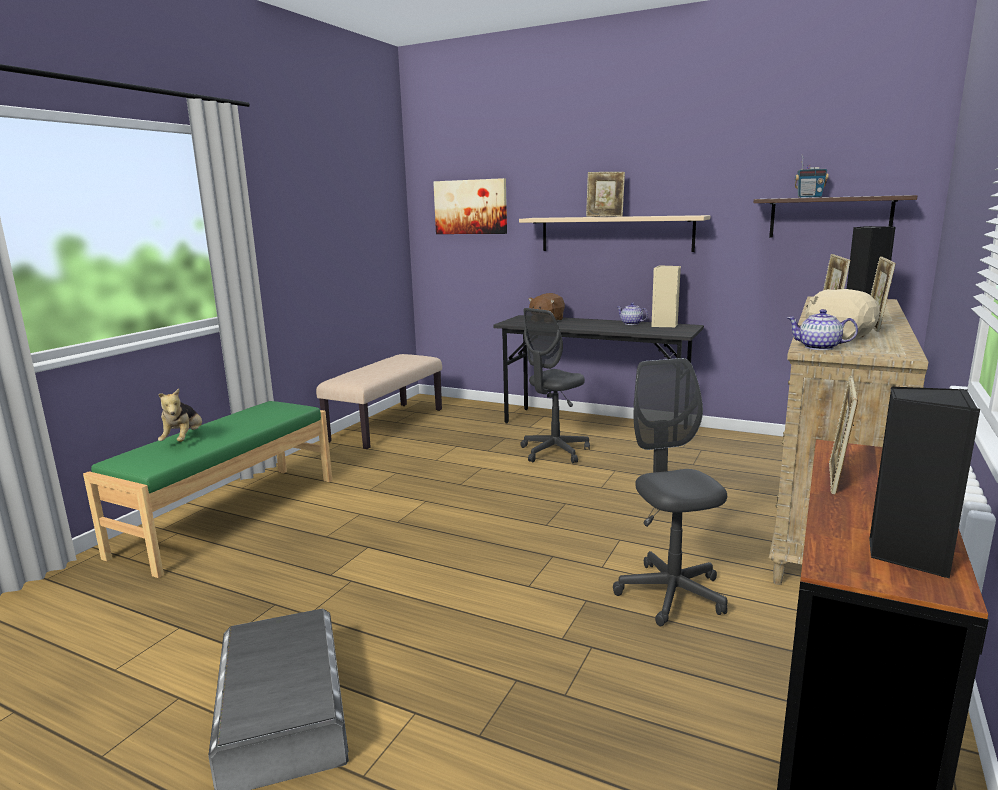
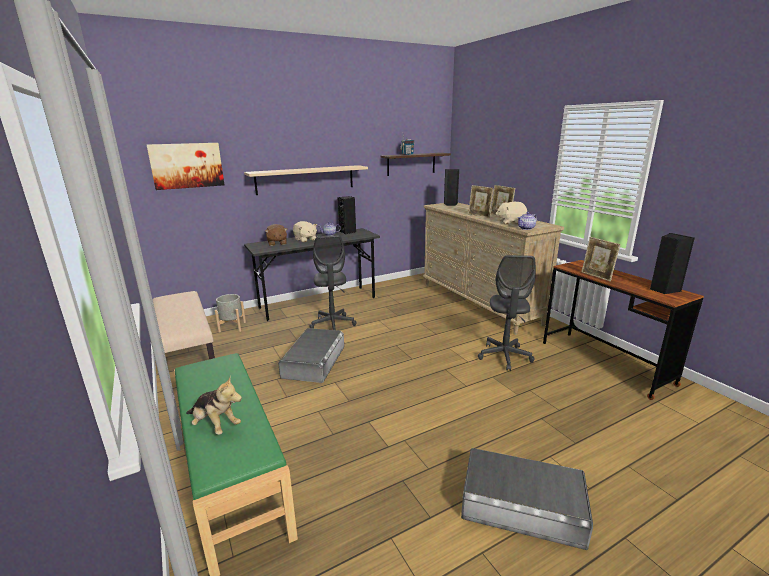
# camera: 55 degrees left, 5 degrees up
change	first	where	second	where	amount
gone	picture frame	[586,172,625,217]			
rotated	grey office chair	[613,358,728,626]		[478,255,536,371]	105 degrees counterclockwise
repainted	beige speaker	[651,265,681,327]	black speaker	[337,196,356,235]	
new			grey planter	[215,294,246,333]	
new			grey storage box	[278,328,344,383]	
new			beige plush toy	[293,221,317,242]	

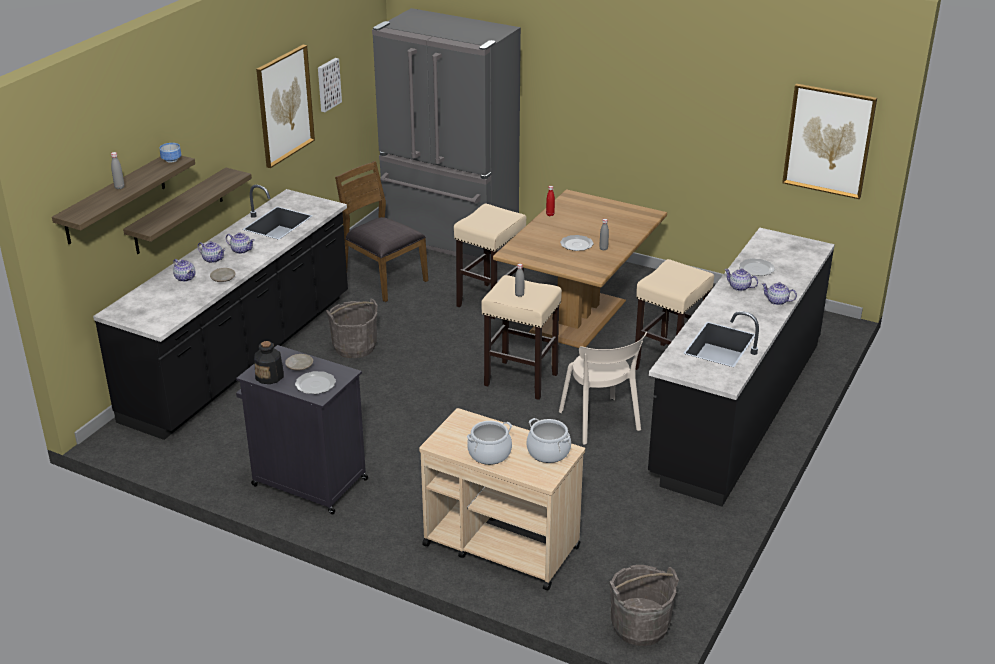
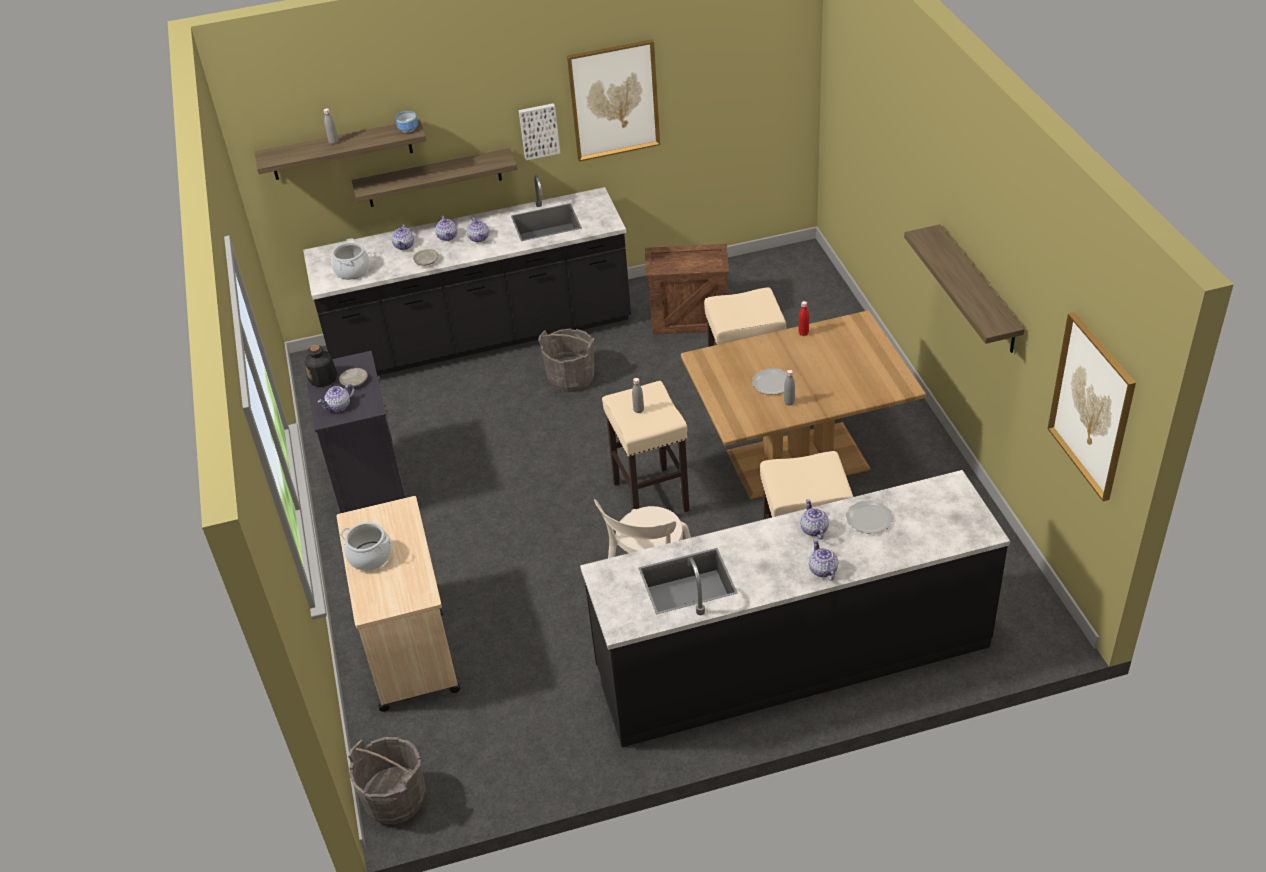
# camera: 50 degrees right, 10 degrees up
change	first	where	second	where	amount
swapped	plate	[295,371,336,394]	teapot	[318,384,355,412]	
shifted	picture	[318,58,342,112]		[519,103,560,160]	
swapped	brown chair	[335,161,428,302]	crate	[645,244,729,335]	
gone	grey fridge	[372,8,521,266]			
shifted	cooking pot	[527,418,571,463]		[331,239,370,280]	
new			shelf	[904,224,1025,353]	

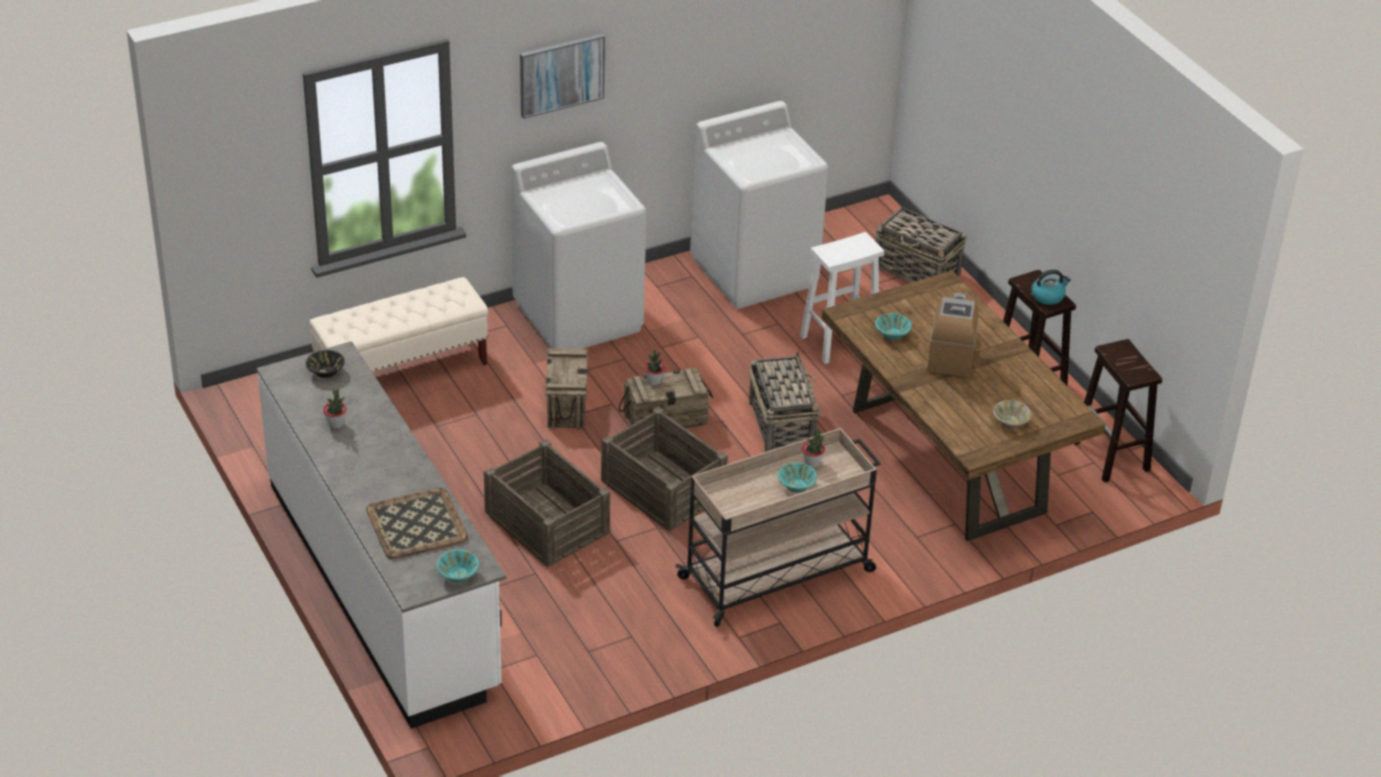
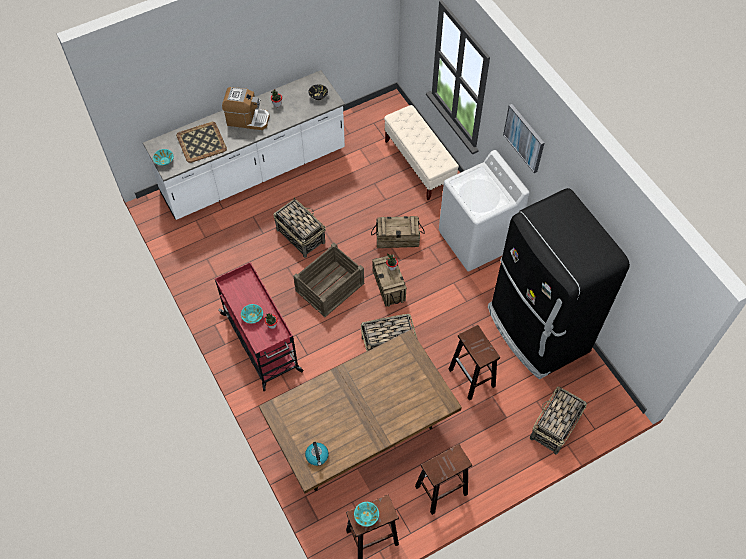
# camera: 90 degrees right, 20 degrees up
change	first	where	second	where	amount
swapped	crate	[484,439,610,567]	basket	[273,197,326,258]	
repainted	beige cart	[675,428,881,627]	red cart	[215,262,304,391]	
swapped	white washing machine	[690,101,829,309]	black fridge	[488,188,630,379]	
repainted	white stool	[800,232,884,364]	brown stool	[449,325,500,401]	
shifted	turquoise bowl	[875,313,912,340]		[354,502,379,527]	
shifted	coffee machine	[927,293,978,377]		[222,87,270,130]	
gone	beige bowl	[993,400,1031,429]			
shifted	kettle	[1031,270,1071,305]		[305,442,329,466]	

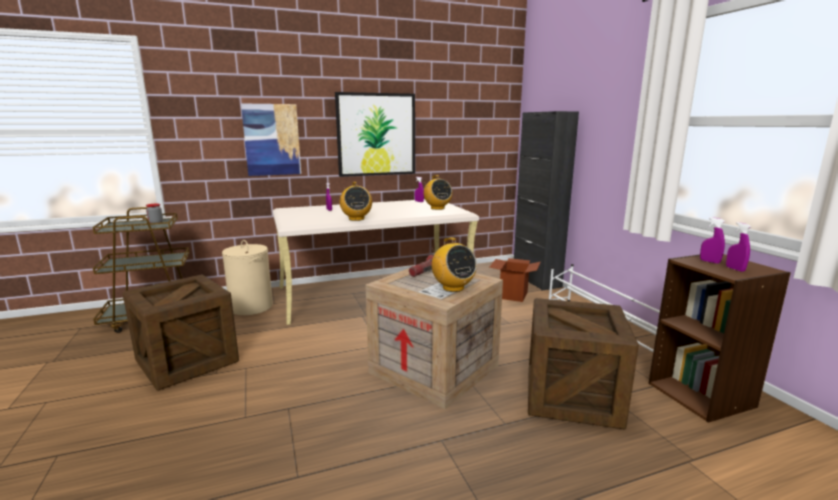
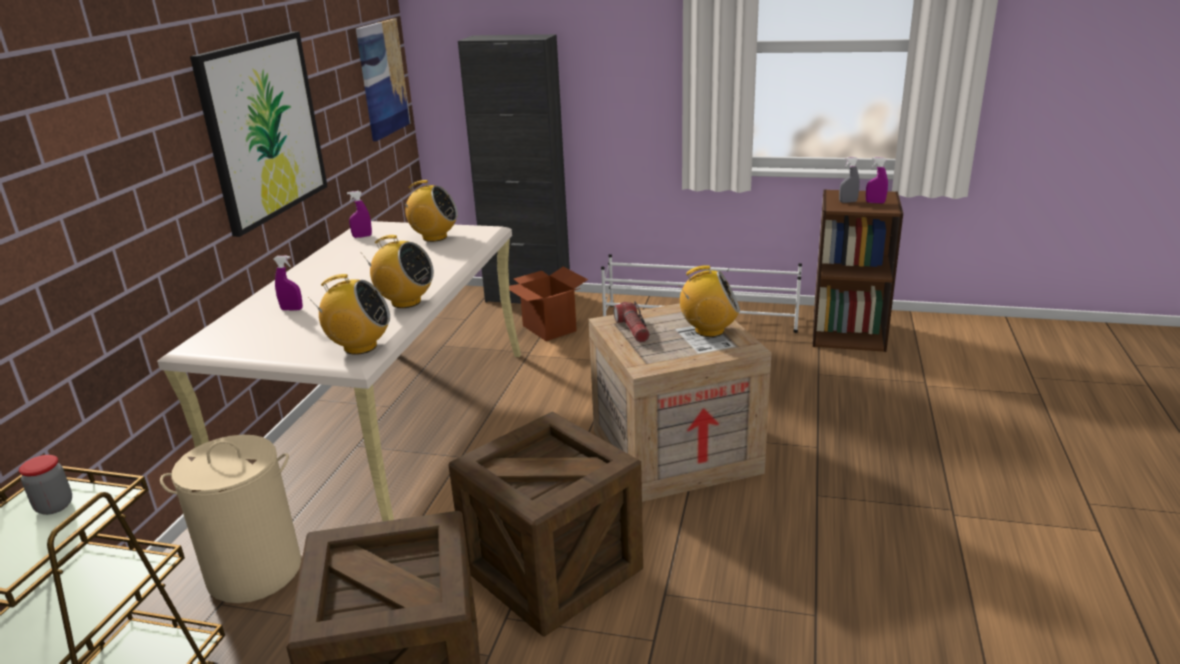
# camera: 55 degrees left, 10 degrees up
change	first	where	second	where	amount
shifted	picture	[241,103,301,176]		[356,19,410,141]	
shifted	crate	[528,298,639,429]		[449,411,643,637]	
repainted	purple spray bottle	[700,217,725,264]	grey spray bottle	[839,157,860,203]	
new			radio	[308,274,390,355]	

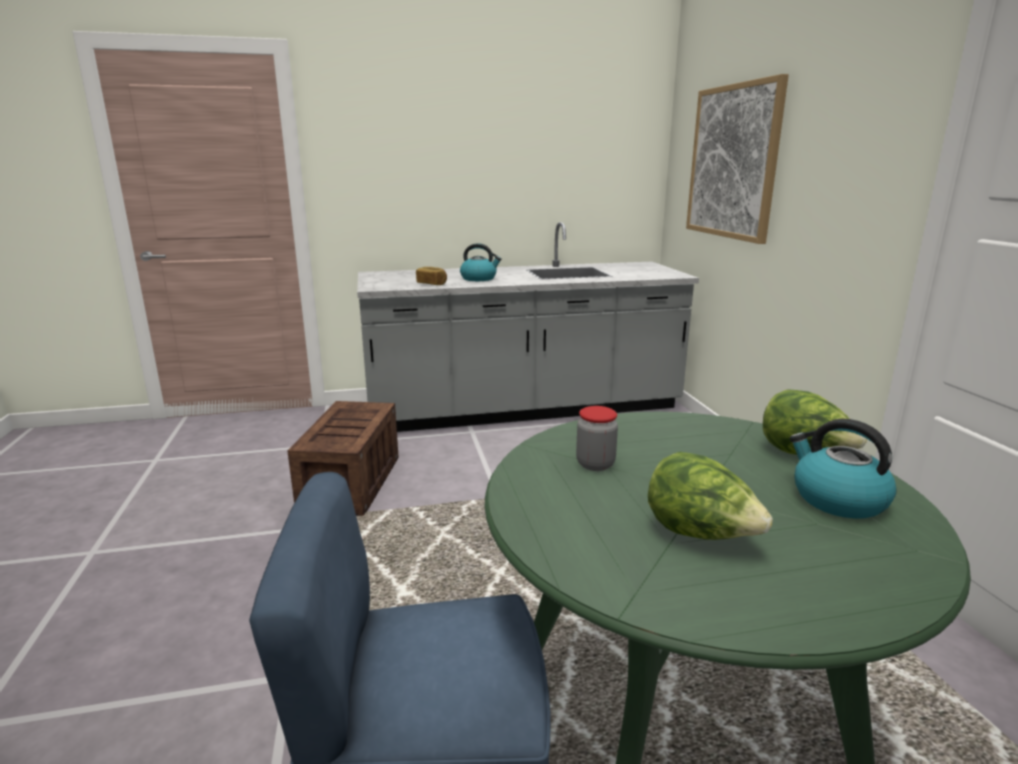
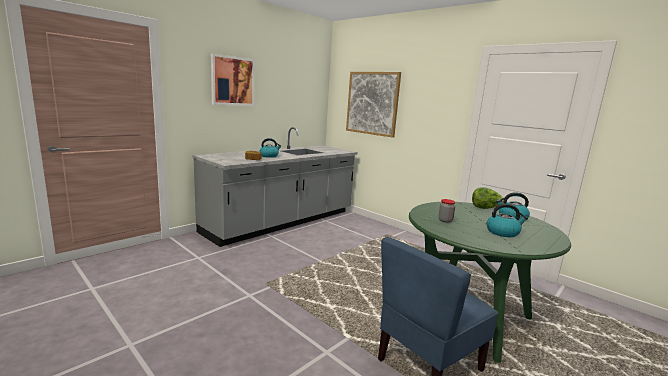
# camera: 35 degrees left, 5 degrees down
change	first	where	second	where	amount
gone	crate	[287,401,399,516]			
swapped	lettuce	[648,452,773,540]	kettle	[487,203,528,237]	
new			picture	[211,54,255,106]	

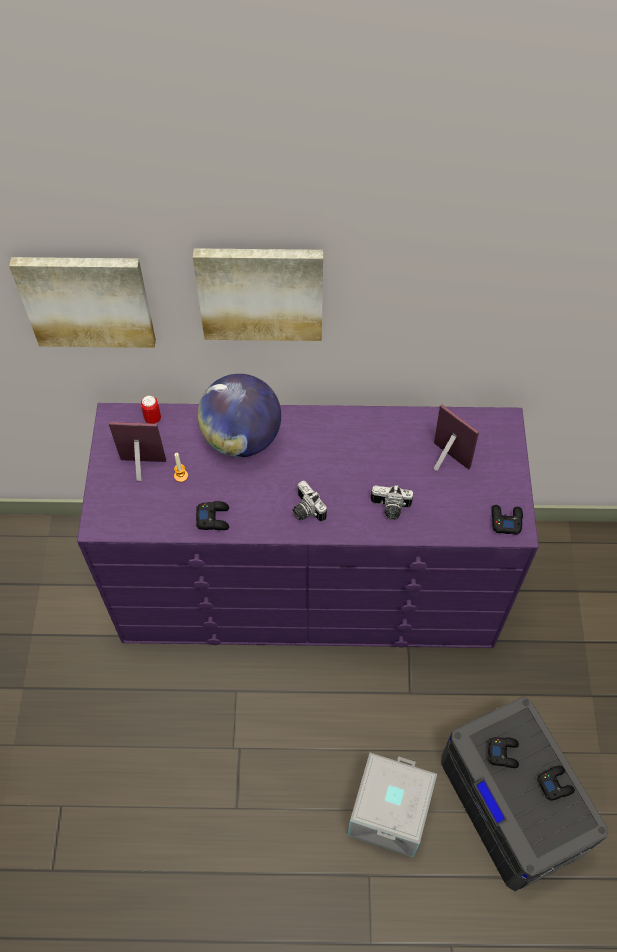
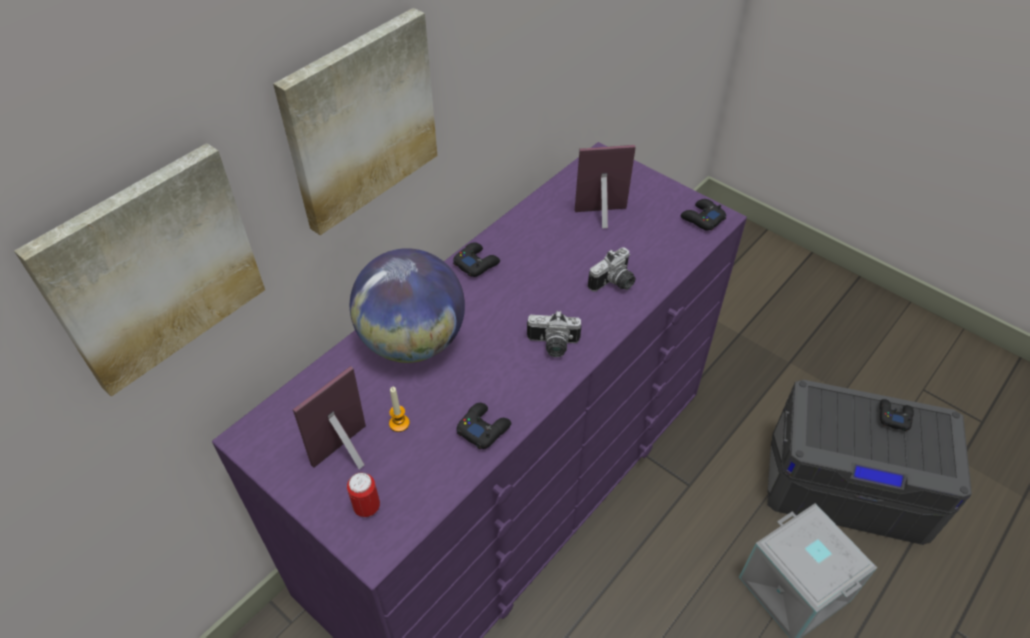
# camera: 50 degrees left, 10 degrees down
change	first	where	second	where	amount
shifted	can	[141,395,161,424]		[347,472,380,517]	
shifted	black game controller	[488,737,519,768]		[453,242,500,277]	

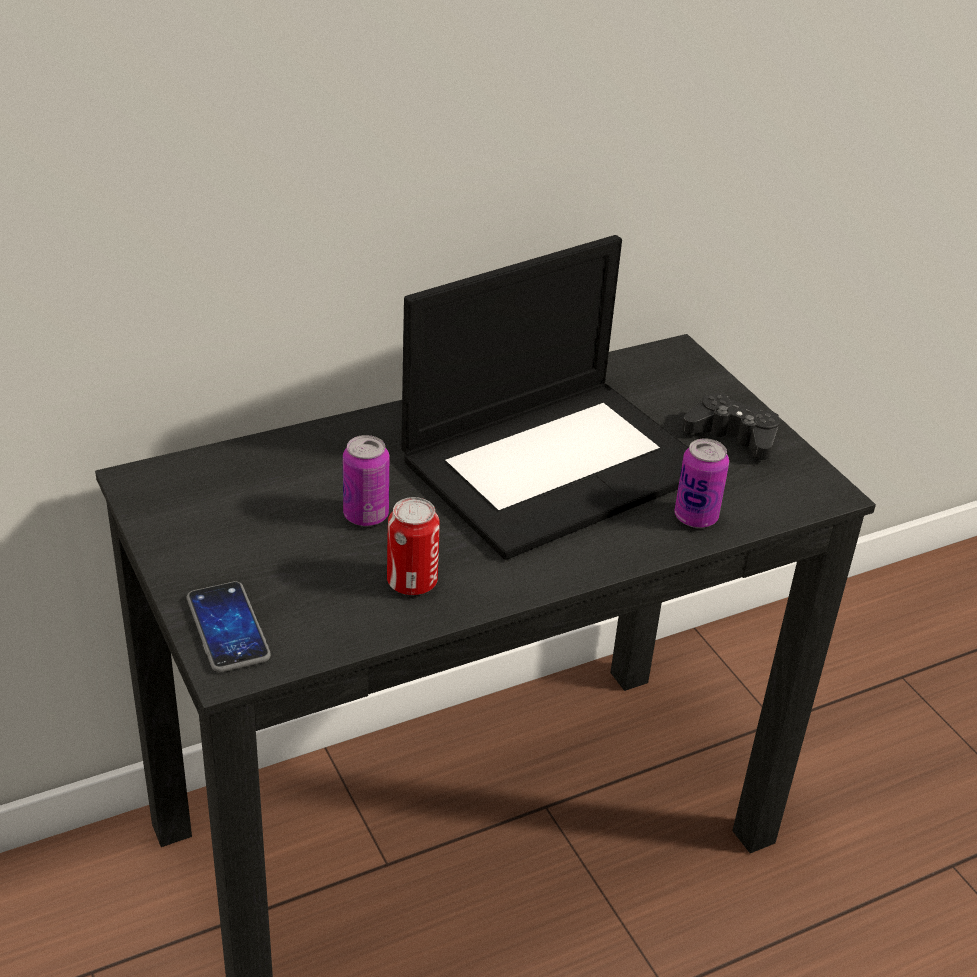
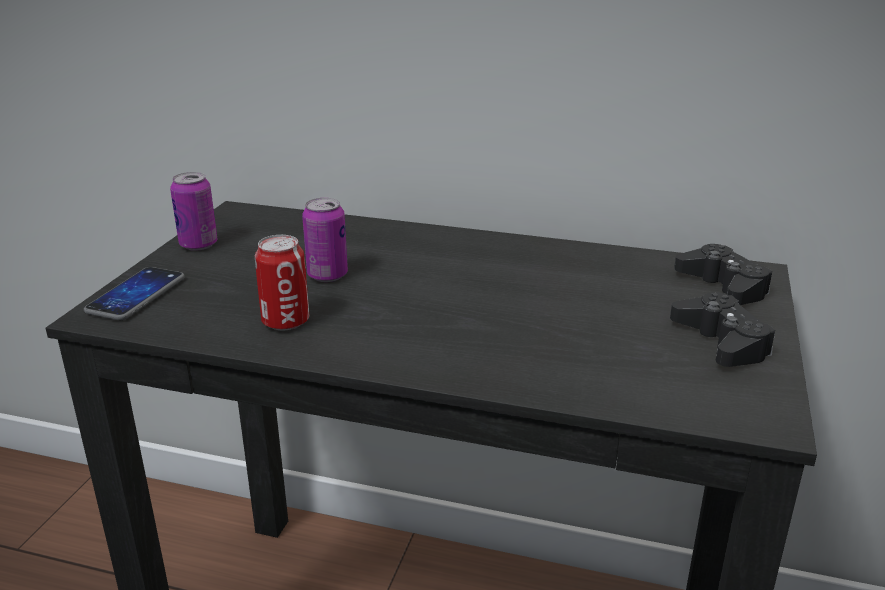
# camera: 45 degrees right, 10 degrees down
change	first	where	second	where	amount
gone	laptop	[401,235,689,560]			
shifted	can	[674,438,729,528]		[170,172,217,251]	
new			black game controller	[674,244,772,305]	

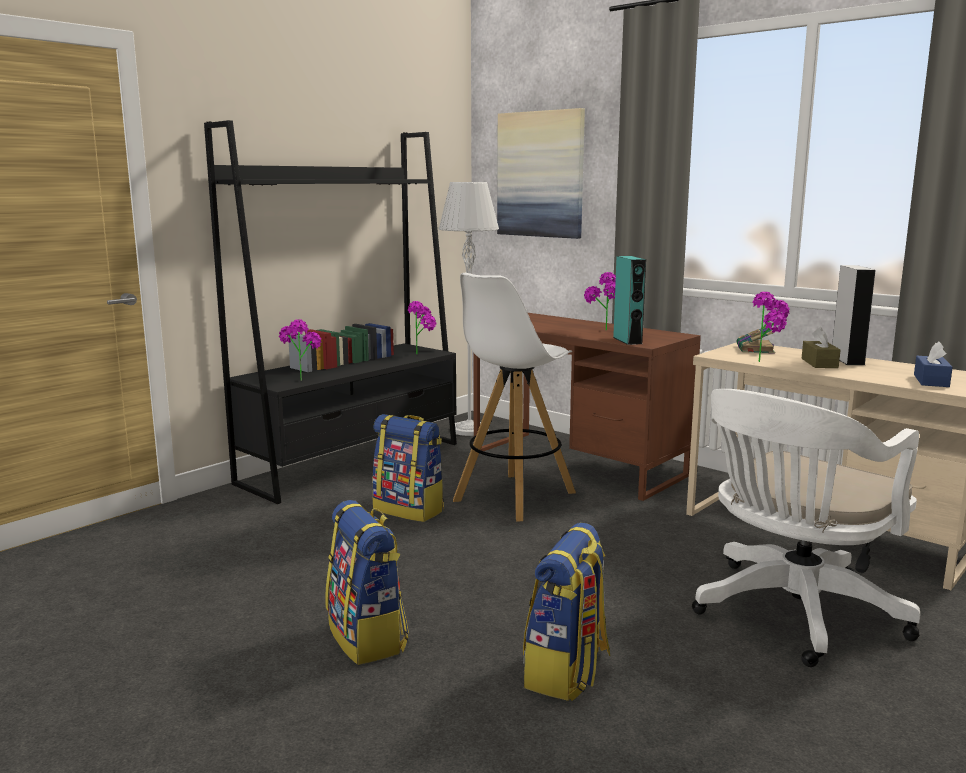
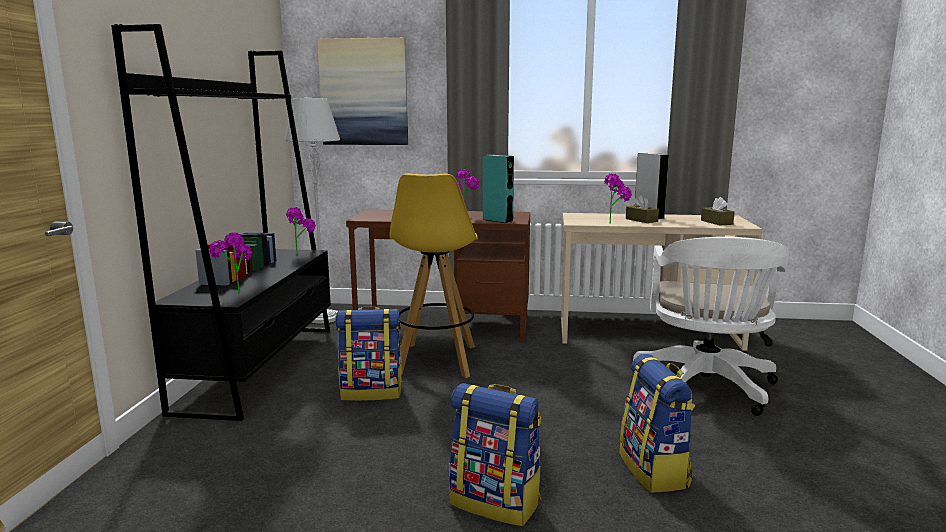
# camera: 35 degrees left, 0 degrees up
change	first	where	second	where	amount
repainted	white stool	[453,273,576,522]	yellow stool	[390,173,477,378]	
gone	book	[737,326,775,354]			
repainted	blue tissue box	[914,341,953,387]	brown tissue box	[701,197,735,226]	

